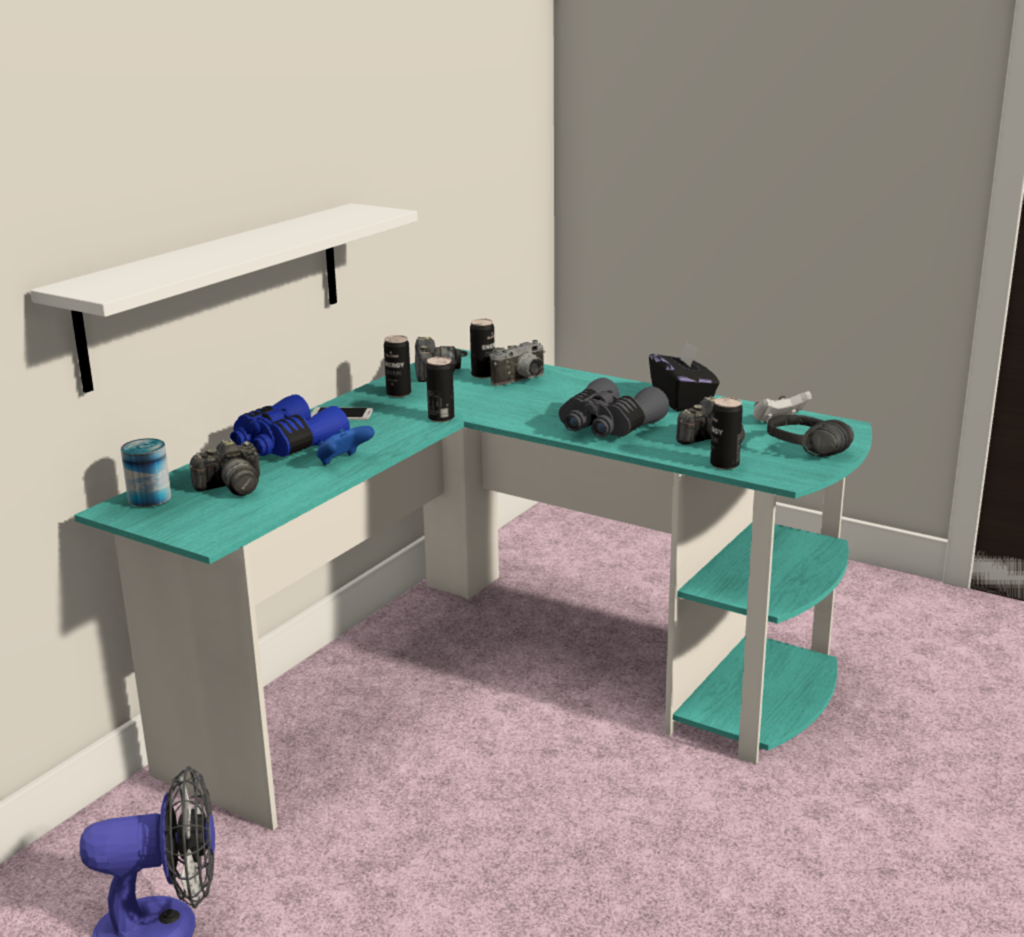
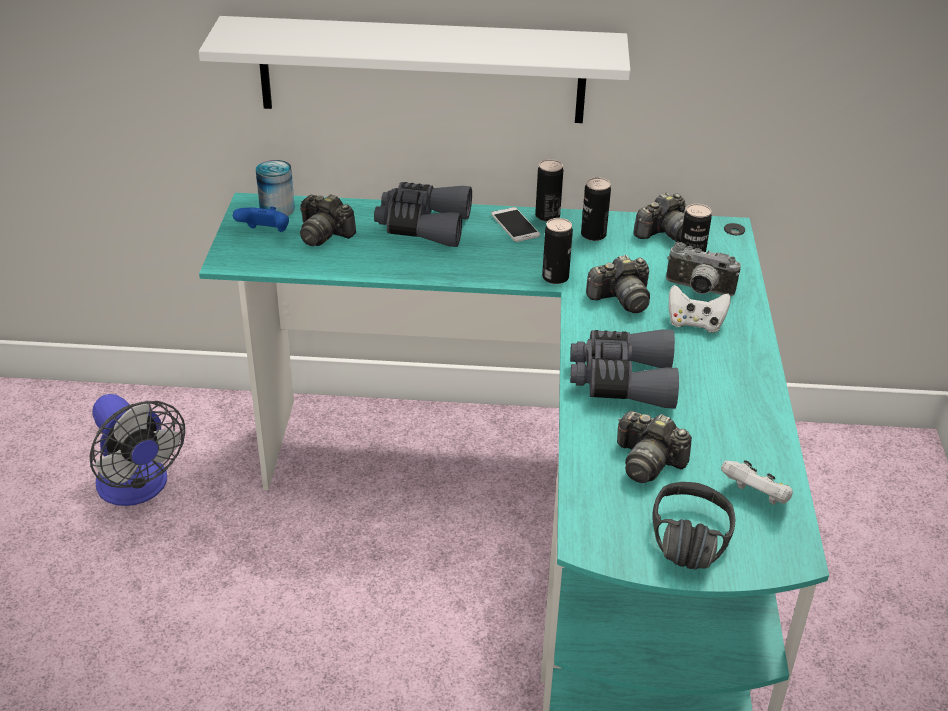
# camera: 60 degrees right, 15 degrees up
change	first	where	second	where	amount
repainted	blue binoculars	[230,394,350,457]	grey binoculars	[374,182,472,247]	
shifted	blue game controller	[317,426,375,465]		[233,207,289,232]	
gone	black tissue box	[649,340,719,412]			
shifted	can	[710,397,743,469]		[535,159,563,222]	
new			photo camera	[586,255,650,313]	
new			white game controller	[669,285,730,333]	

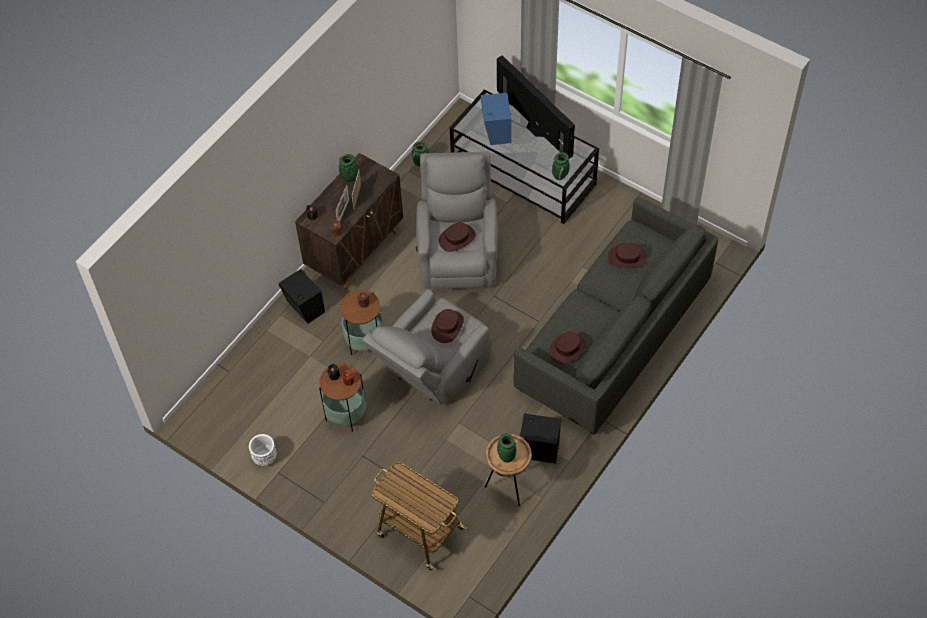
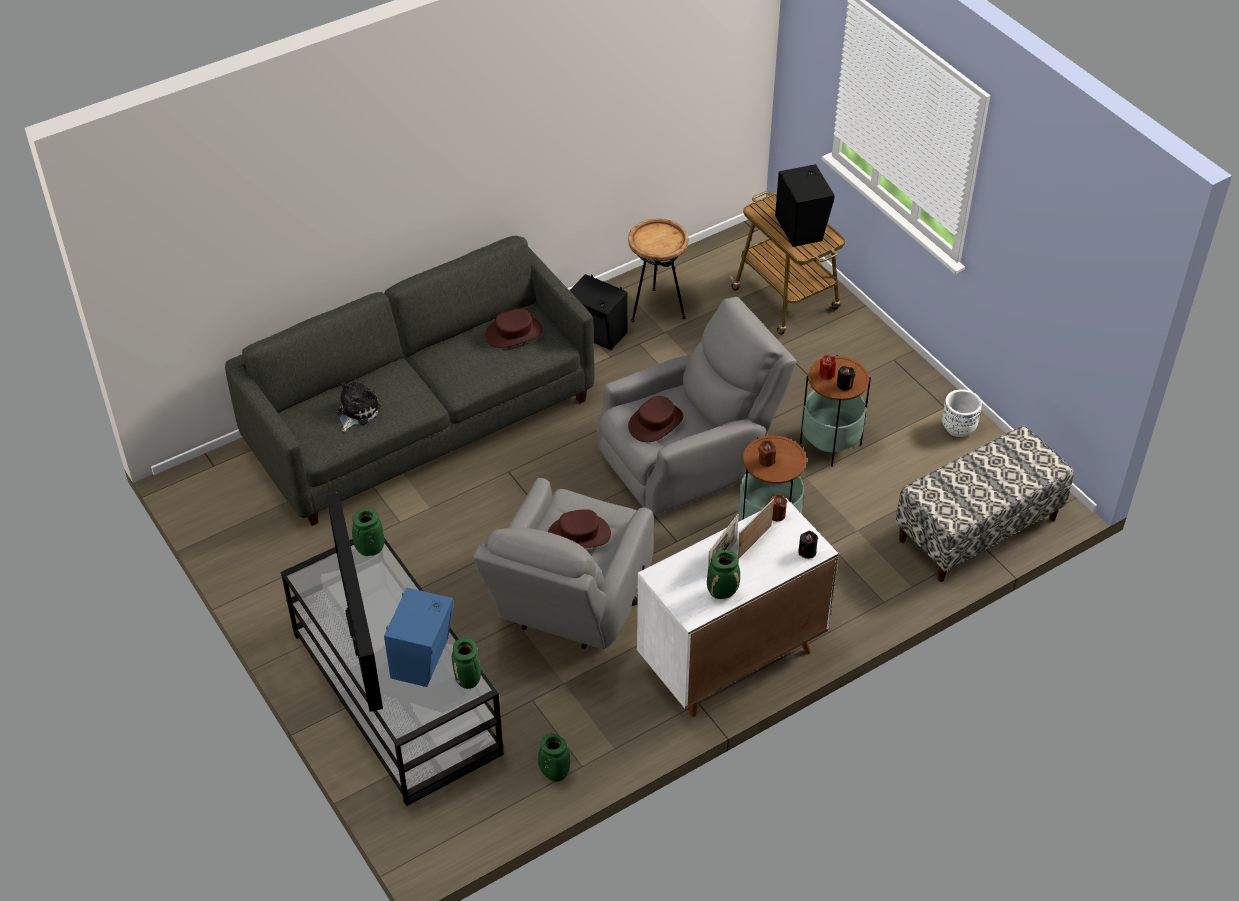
# camera: 160 degrees left, 10 degrees down
change	first	where	second	where	amount
shifted	black speaker	[279,269,325,324]		[775,164,835,247]	
repainted	brown cabinet	[295,153,403,290]	white cabinet	[637,498,839,717]	
shifted	green vase	[497,433,516,462]		[452,638,481,689]	
swapped	brown hat	[608,243,647,268]	plush toy	[337,382,381,432]	
new			bench	[895,426,1074,582]	

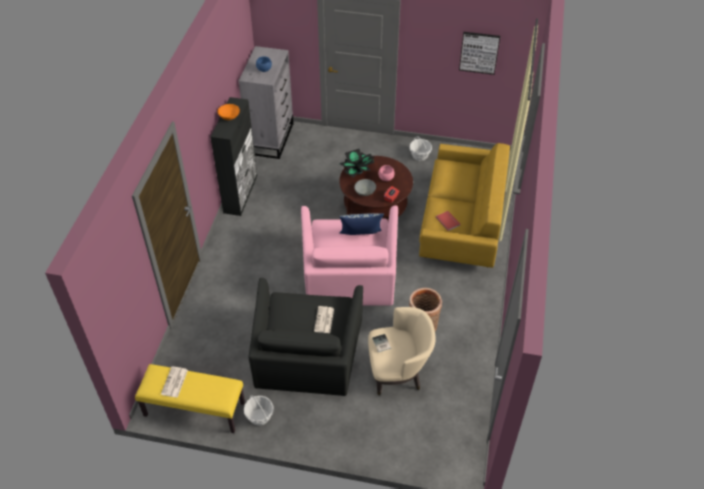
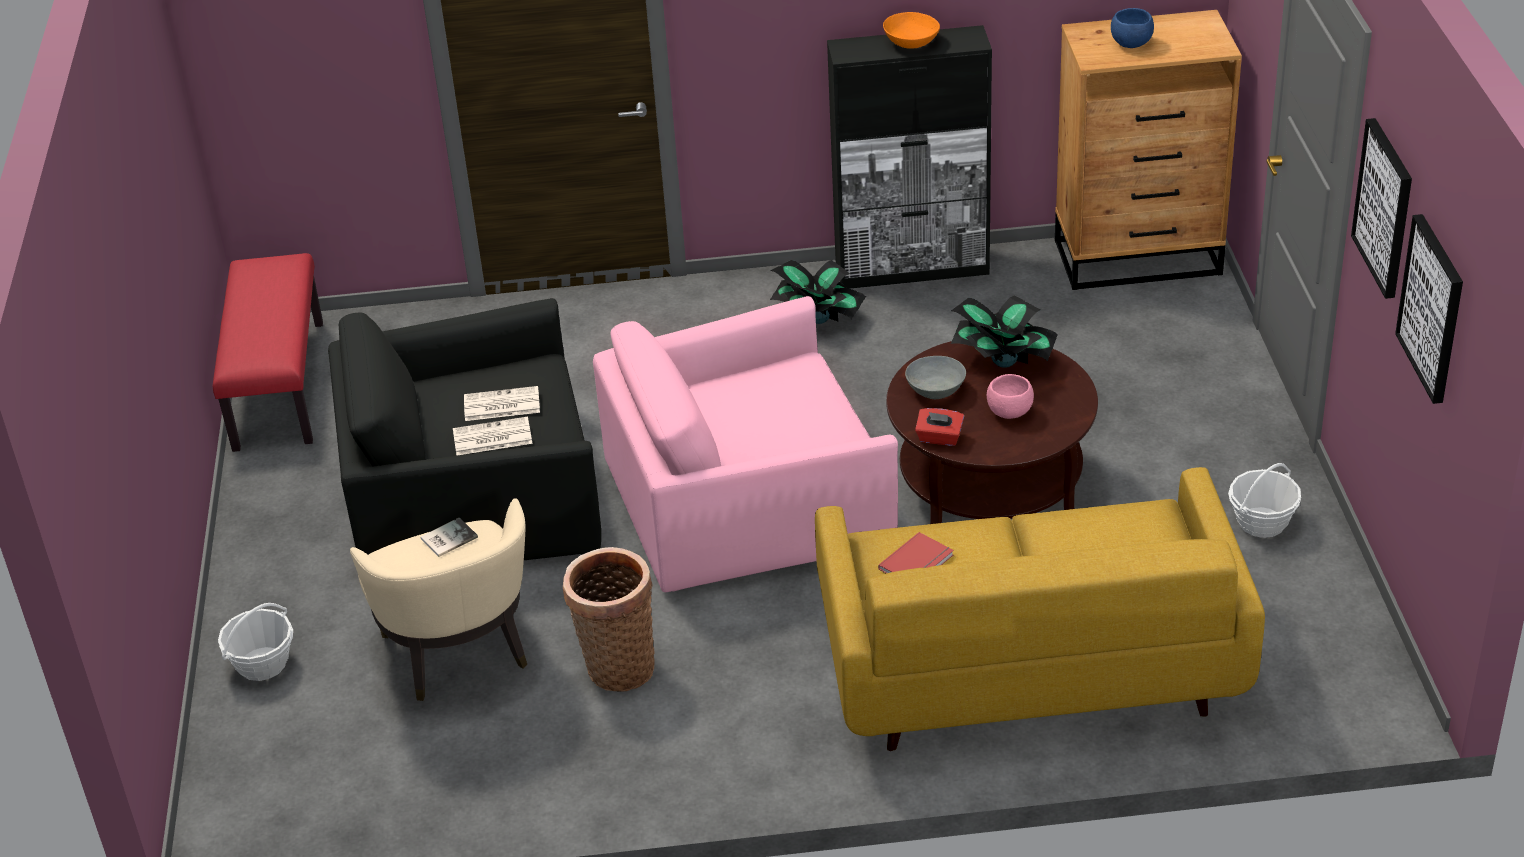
# camera: 75 degrees right, 10 degrees down
change	first	where	second	where	amount
repainted	yellow bench	[135,364,245,433]	red bench	[213,253,323,452]	
shifted	newspaper	[161,366,188,398]		[464,386,540,421]	
repainted	grey dresser	[239,46,294,159]	brown dresser	[1055,10,1242,290]	
shifted	basket	[244,395,274,426]		[218,603,293,681]	
gone	pillow	[339,213,384,235]			
new			potted plant	[770,260,866,324]	
new			picture	[1351,118,1412,299]	

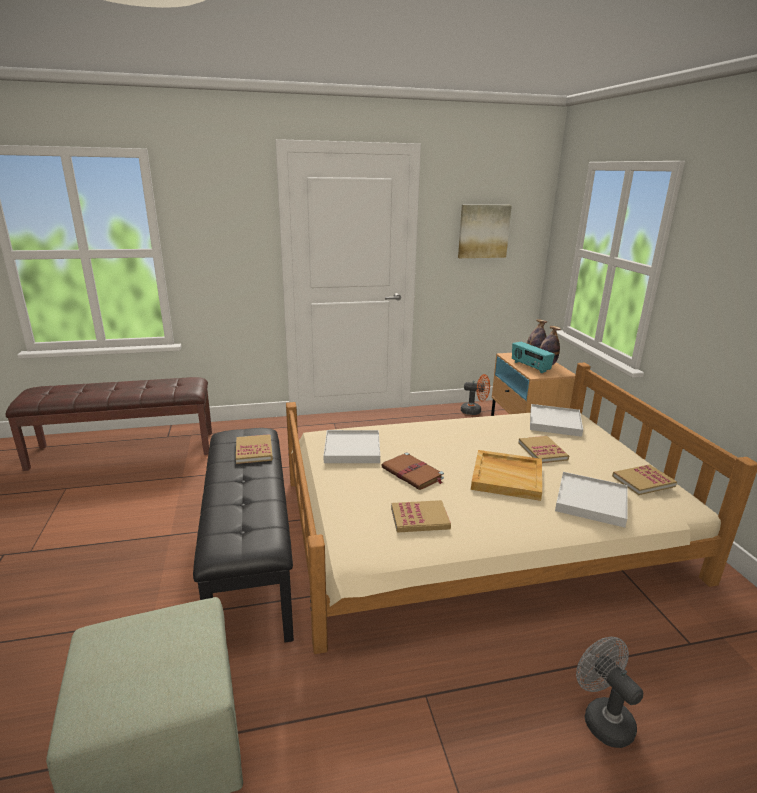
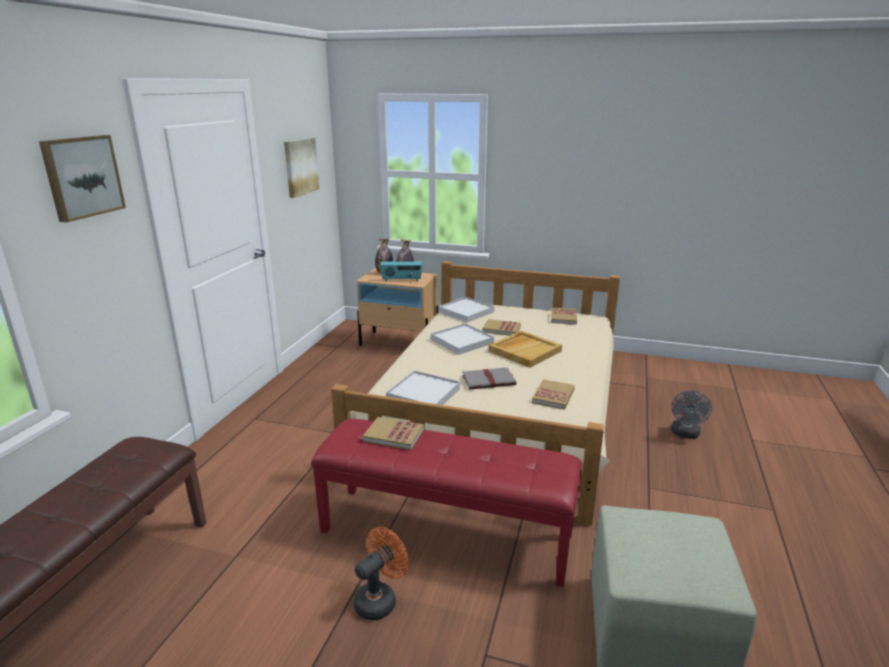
# camera: 60 degrees left, 0 degrees up
change	first	where	second	where	amount
repainted	black bench	[193,428,294,642]	red bench	[311,419,582,587]	
repainted	brown book	[381,452,444,490]	grey book	[462,367,516,389]	
shifted	orange fan	[461,374,490,415]		[353,527,409,621]	
shifted	white tray	[555,472,627,528]		[431,323,494,355]	
rotated	grey fan	[576,637,643,748]		[671,390,712,439]	75 degrees counterclockwise
new			picture	[39,135,126,222]	

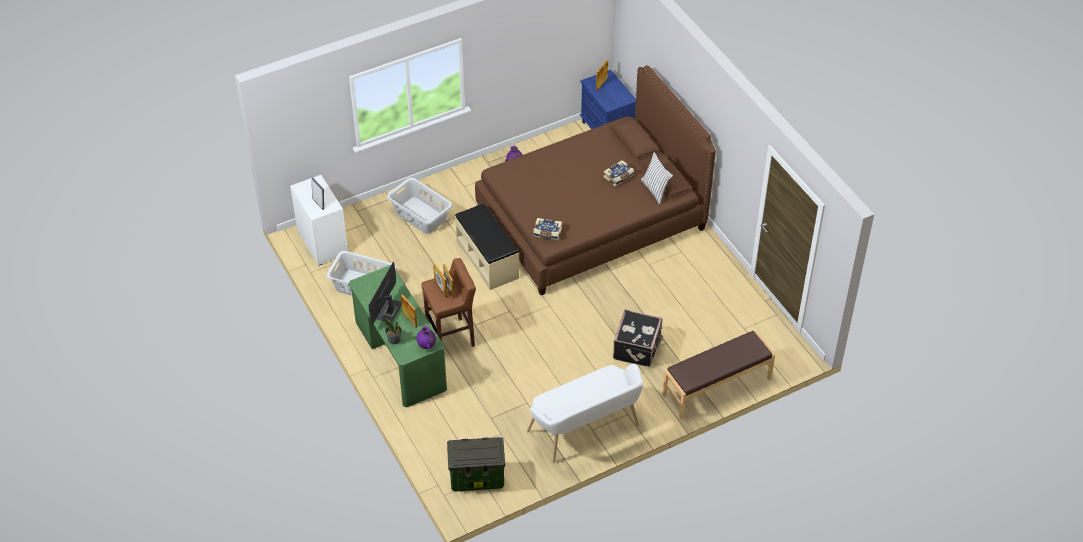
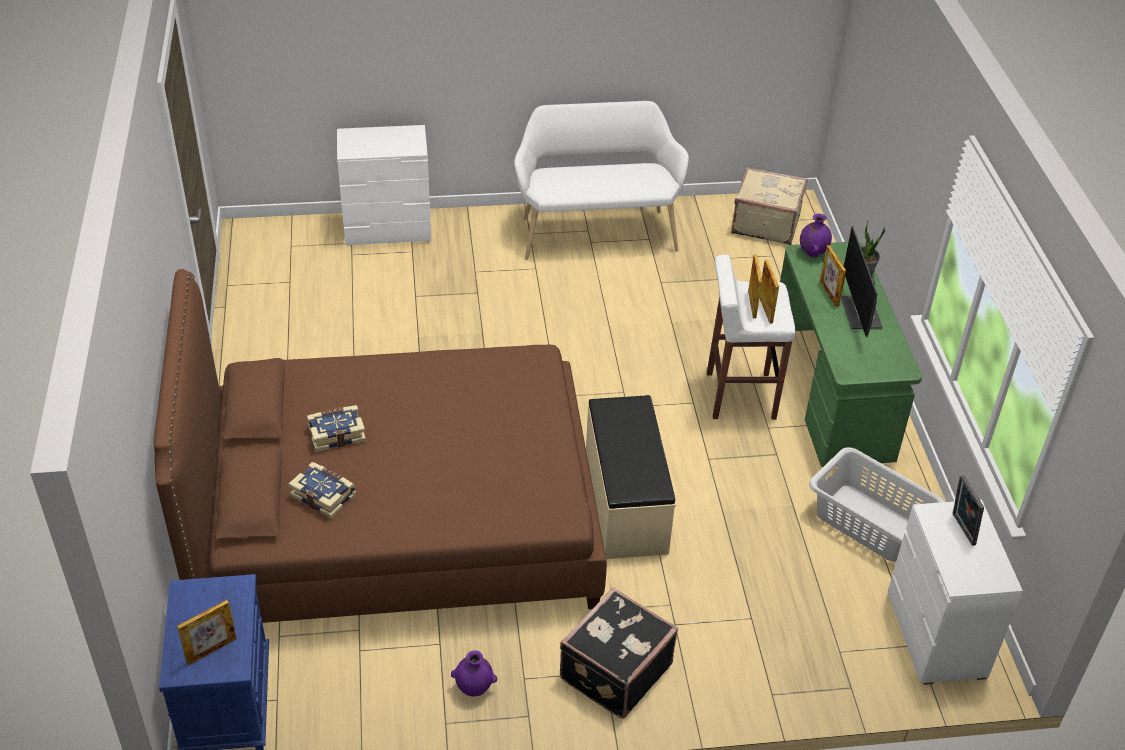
# camera: 160 degrees left, 5 degrees down
change	first	where	second	where	amount
rotated	monitor	[368,261,402,326]		[841,226,883,337]	135 degrees clockwise
gone	grey laundry basket	[387,178,453,234]			
repainted	brown stool	[421,258,476,347]	white stool	[707,254,795,420]	
swapped	storage box	[447,437,505,491]	beige suitcase	[731,167,808,245]	
shifted	book	[533,218,562,240]		[288,462,356,519]	
shifted	black suitcase	[613,310,663,367]		[560,588,678,719]	
gone	white pillow	[641,152,673,204]			
swapped	brown bench	[662,330,775,420]	white dresser	[337,125,431,245]	

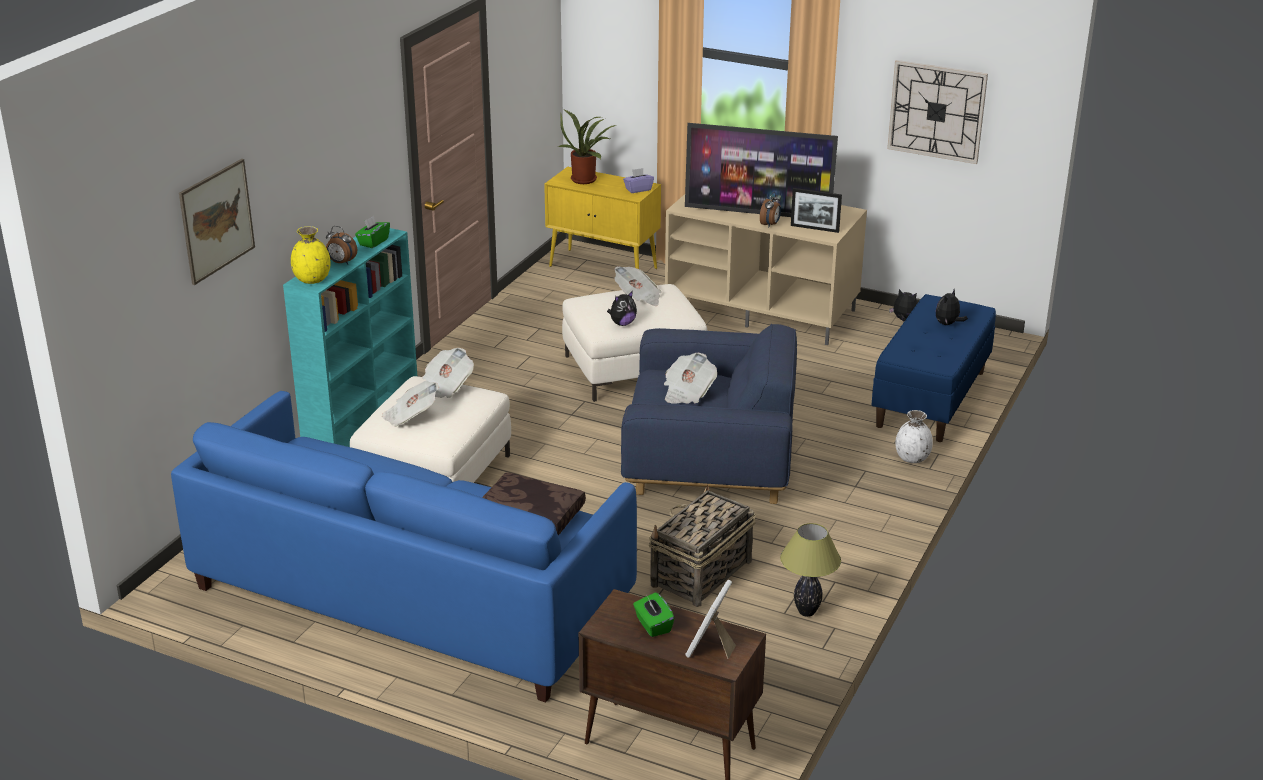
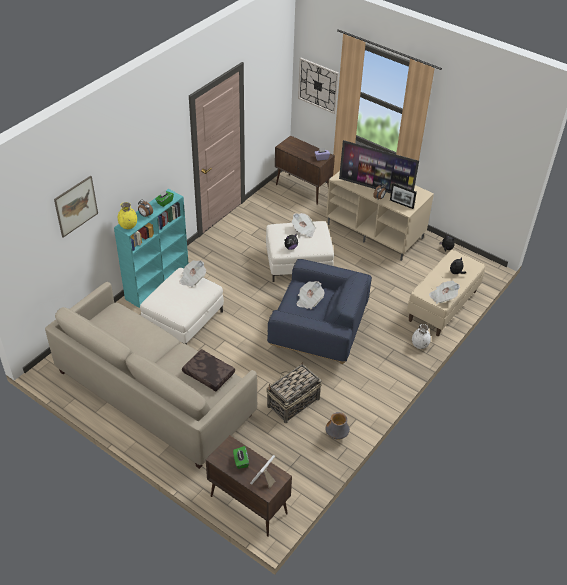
# camera: 10 degrees right, 15 degrees up
change	first	where	second	where	amount
repainted	blue sofa	[171,391,637,703]	beige sofa	[45,282,257,469]	
shifted	newspaper	[382,381,439,427]		[429,281,460,304]	
repainted	yellow cabinet	[544,167,661,269]	brown cabinet	[275,135,335,205]	
gone	potted plant	[558,109,616,184]			
swapped	table lamp	[780,523,841,617]	vase	[326,412,350,439]	
repainted	blue bench	[872,294,996,442]	beige bench	[407,249,485,336]	
shifted	wall clock	[887,60,988,164]		[298,58,339,114]	

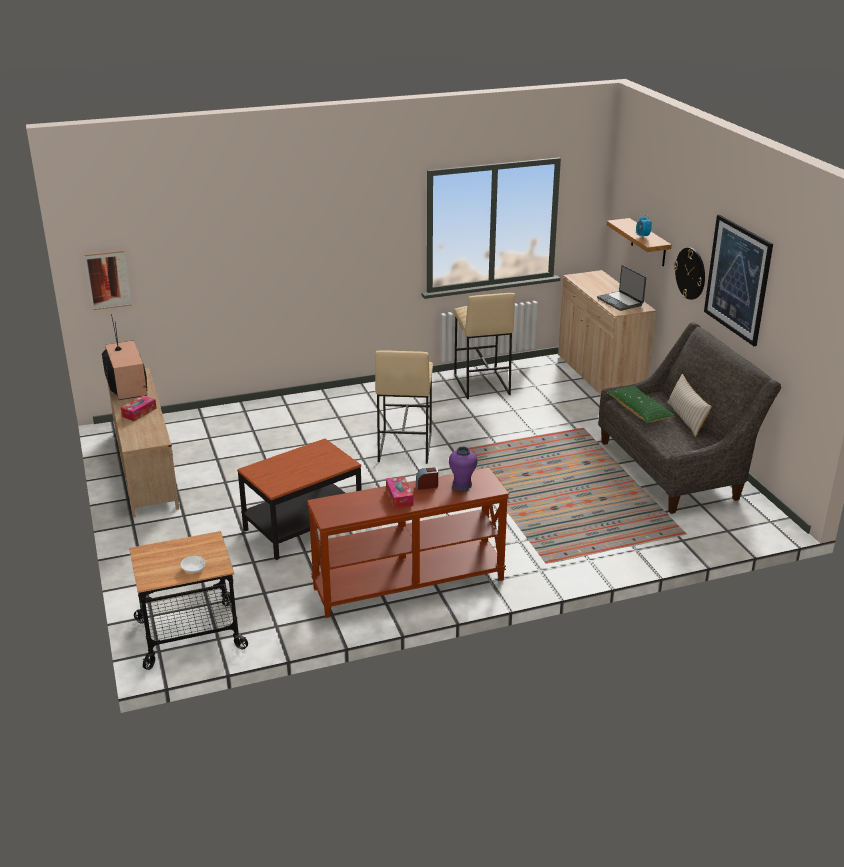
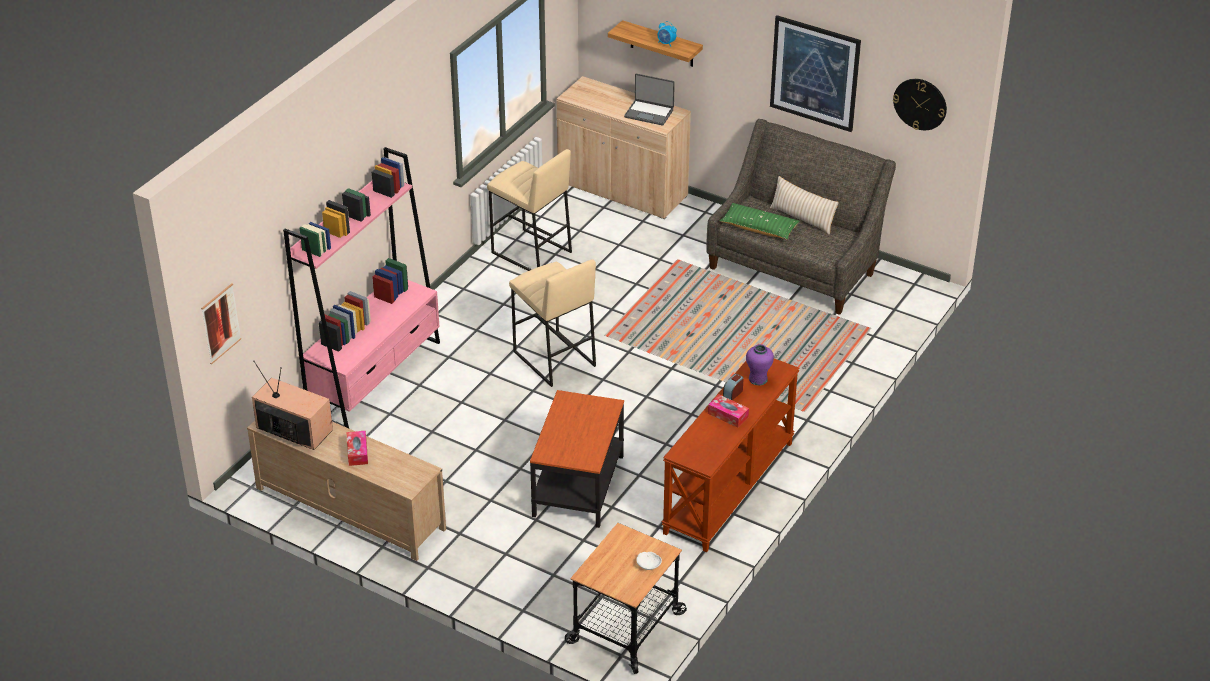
# camera: 40 degrees left, 10 degrees up
change	first	where	second	where	amount
shifted	wall clock	[674,247,705,300]		[893,79,947,130]	
new			pink bookcase	[283,147,440,428]	

